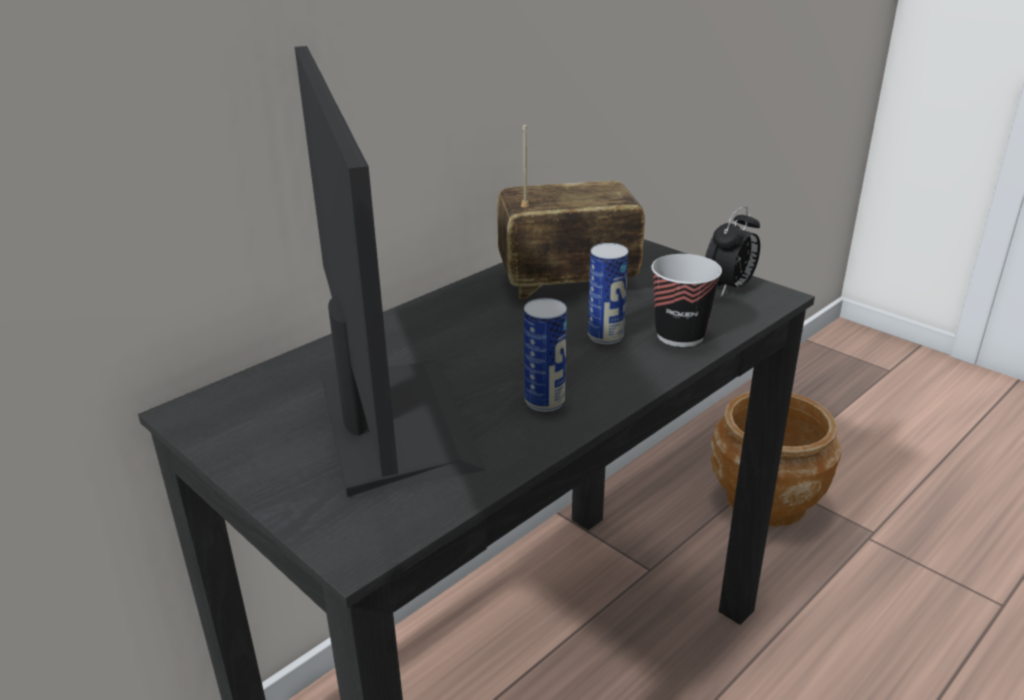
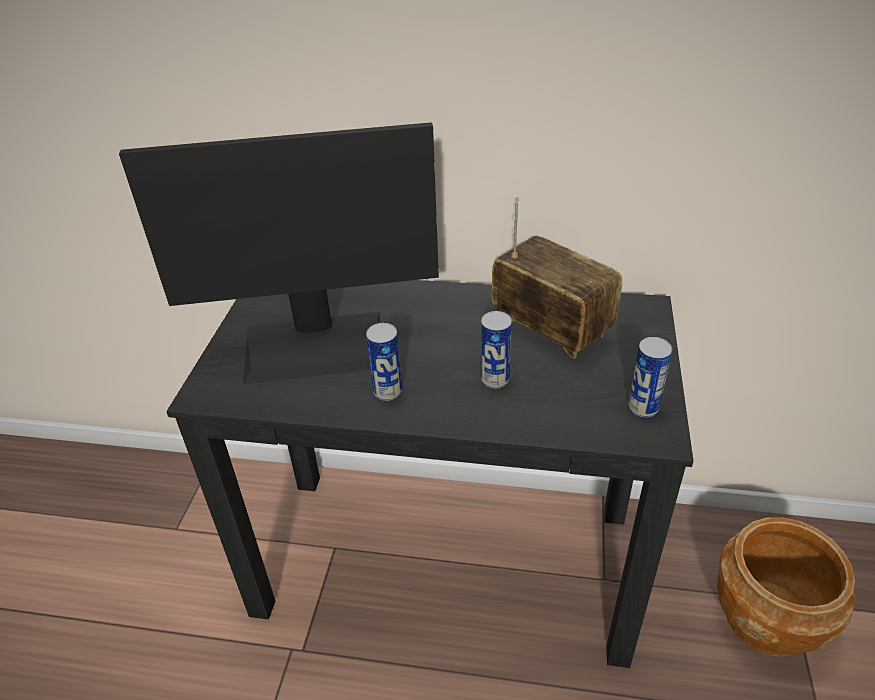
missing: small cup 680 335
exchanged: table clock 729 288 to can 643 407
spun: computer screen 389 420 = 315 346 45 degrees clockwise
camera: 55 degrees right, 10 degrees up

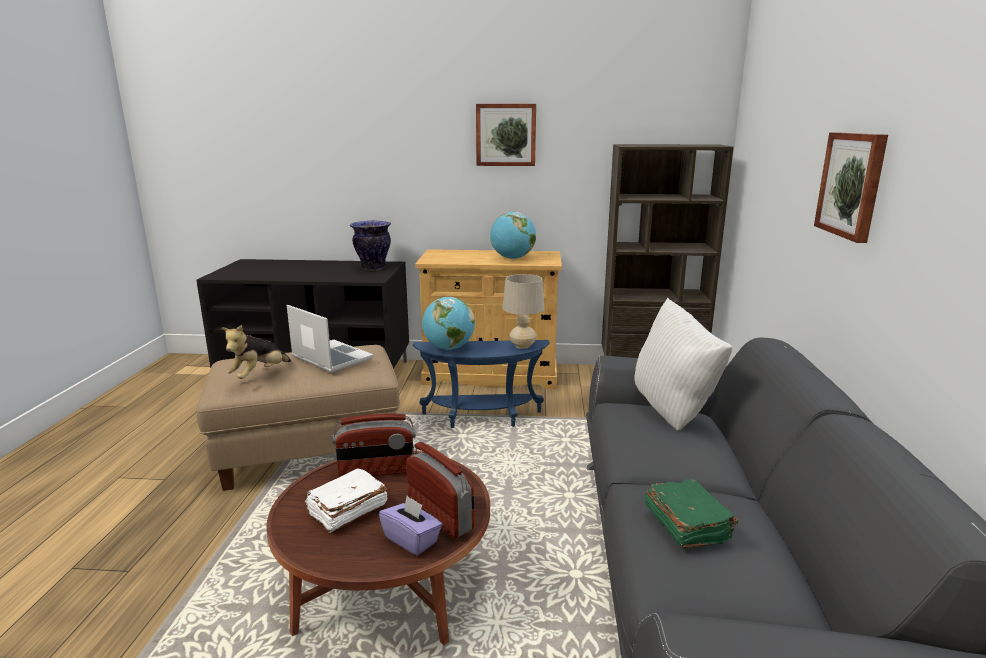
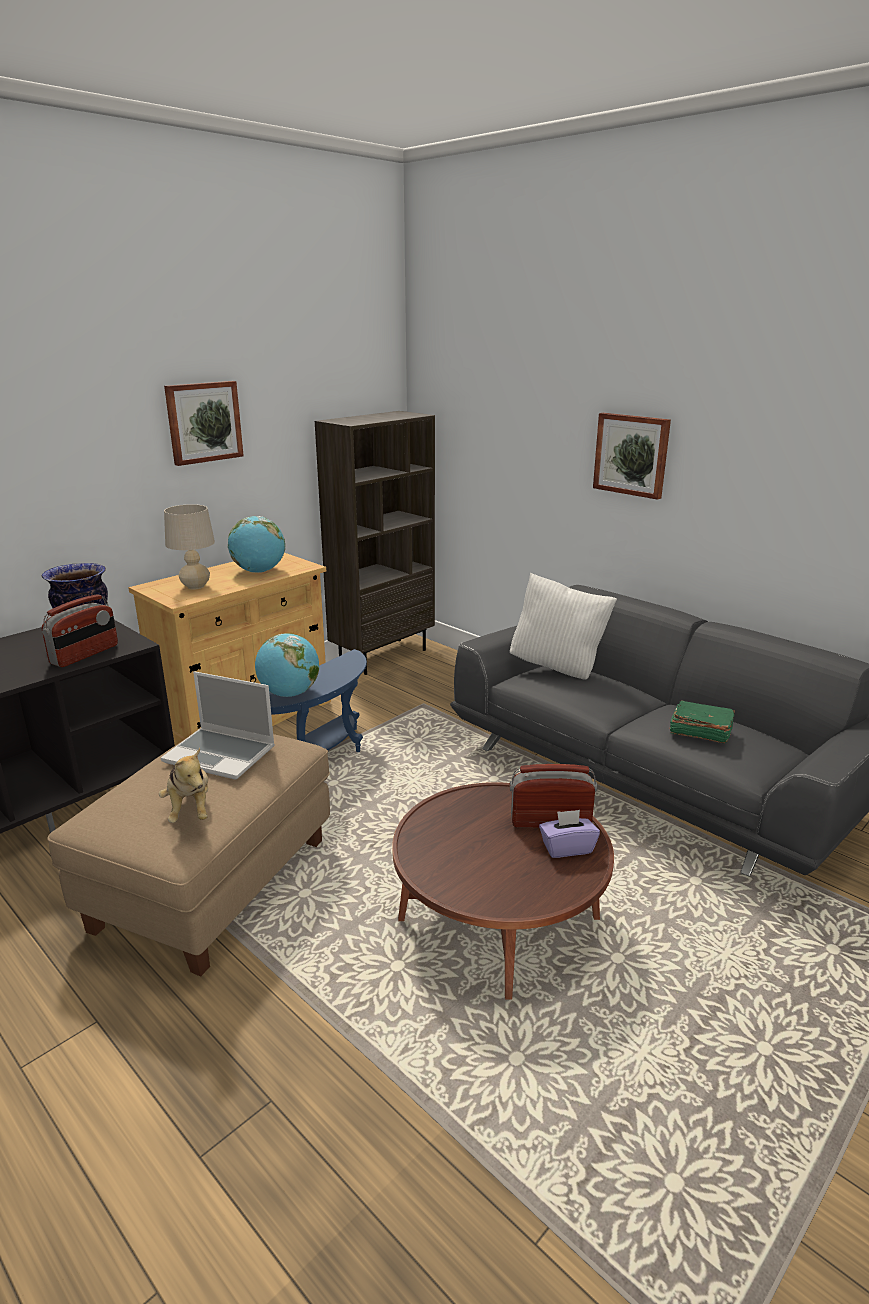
missing: bound book (white) 346 511
relocated: radio receiver 376 471 to 85 654; lamp for a table (sand-coloured) 522 346 to 195 586
spun: notebook computer 330 358 = 221 754 150 degrees counterclockwise
camera: 50 degrees left, 5 degrees up

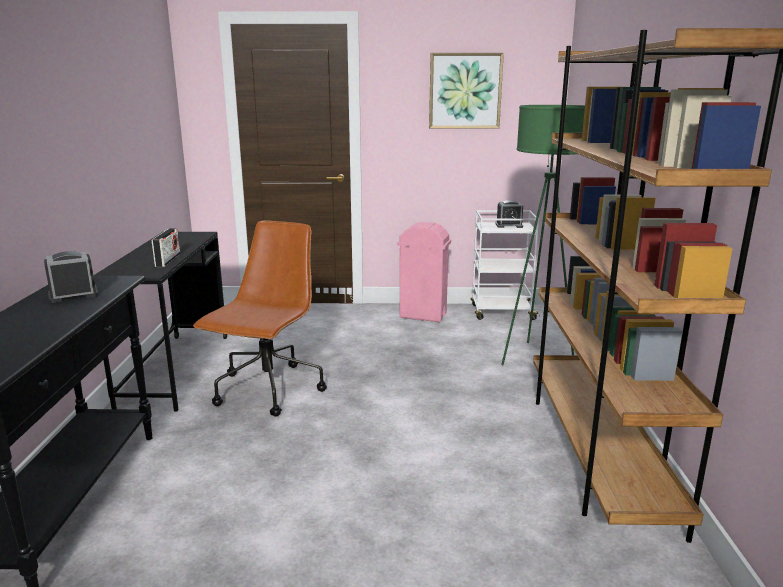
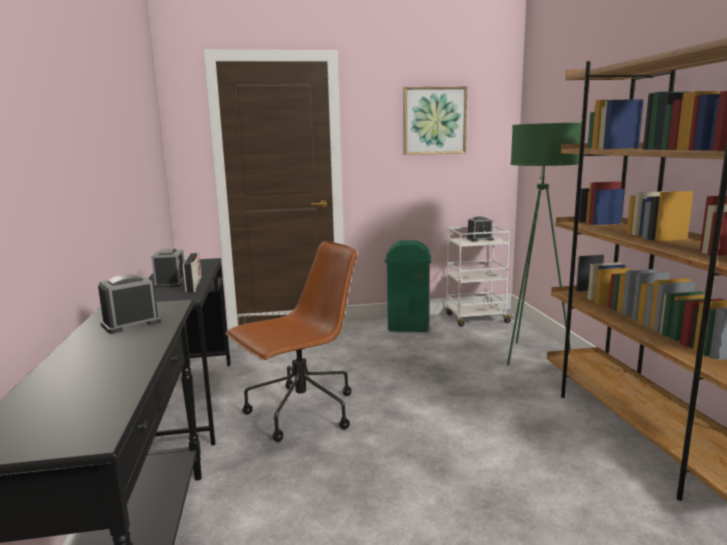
appeared: table clock 171 282
colour: waste bin (pinkish) 422 315 to waste bin (green) 408 327
spun: desk chair (brown-coloured) 268 390 = 300 412 45 degrees clockwise
camera: 10 degrees left, 5 degrees down

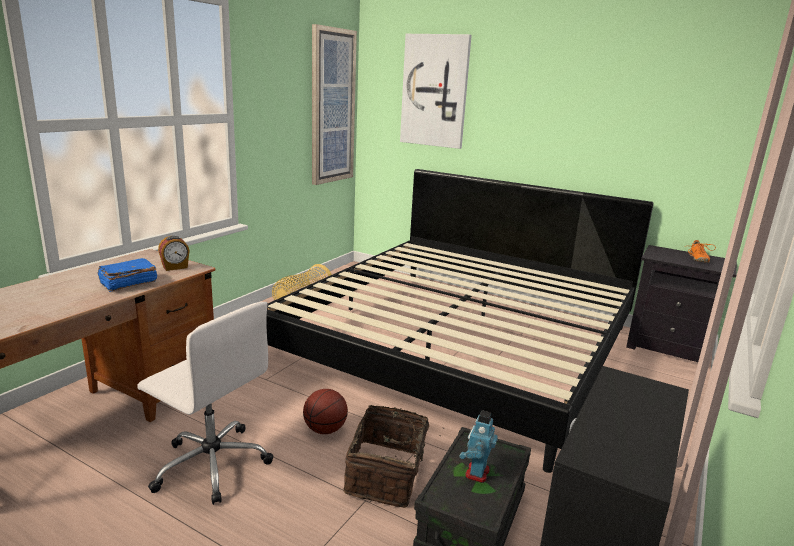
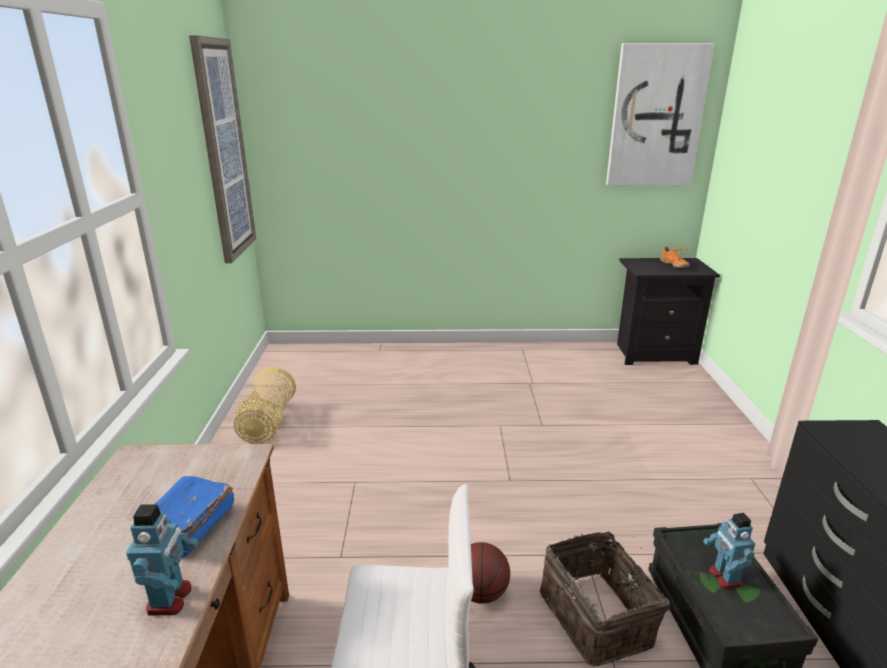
missing: table clock 175 267; bed 460 343
appeared: robot figure 171 599
relocated: picture 435 91 to 656 117
camera: 30 degrees left, 5 degrees up

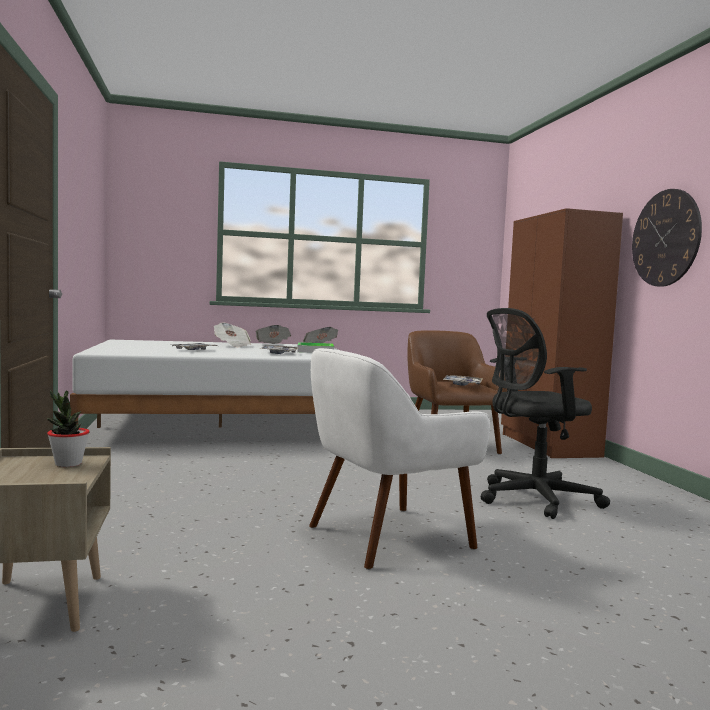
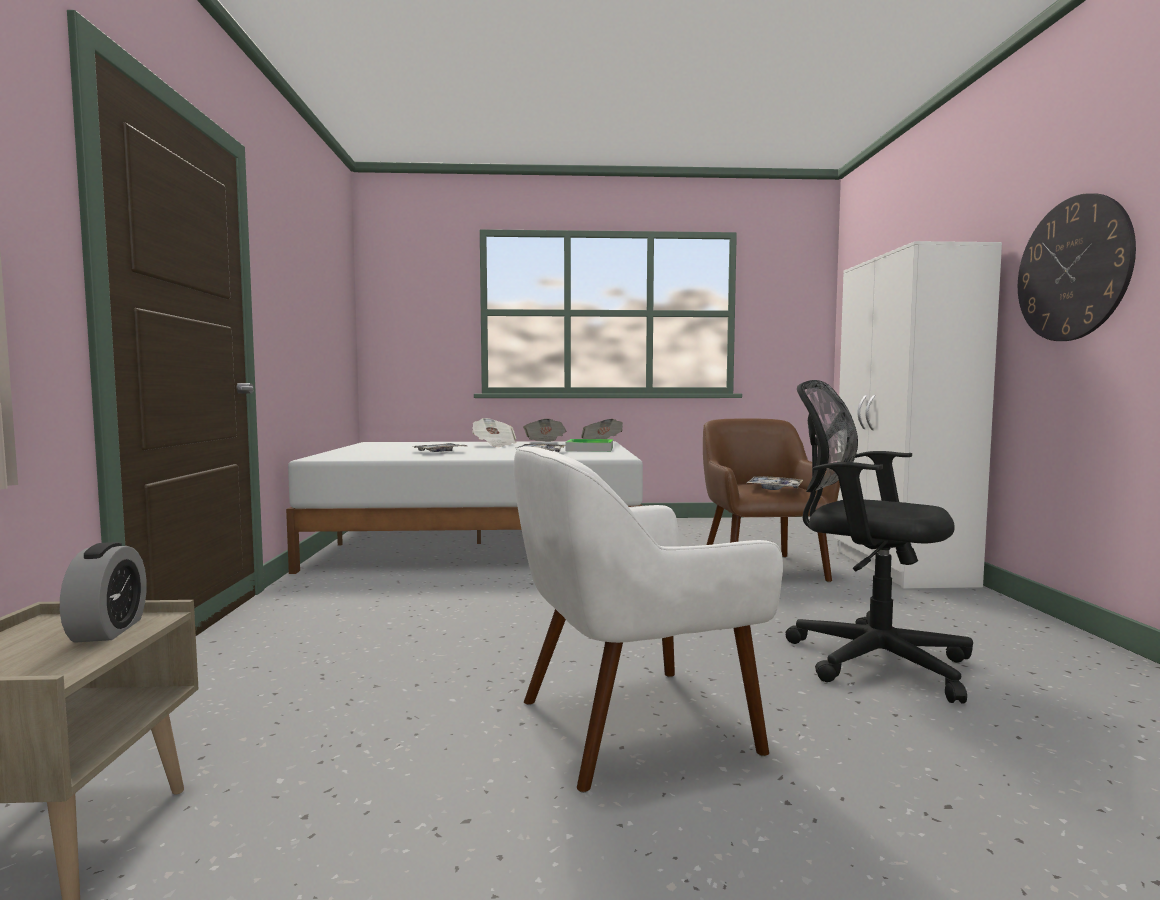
exchanged: plant in a pot 68 464 to table clock 108 630
colour: wardrobe (brown-coloured) 548 445 to wardrobe (white) 900 568
spun: desk chair (black-coloured) 532 499 = 869 659 45 degrees clockwise
camera: 10 degrees right, 0 degrees up

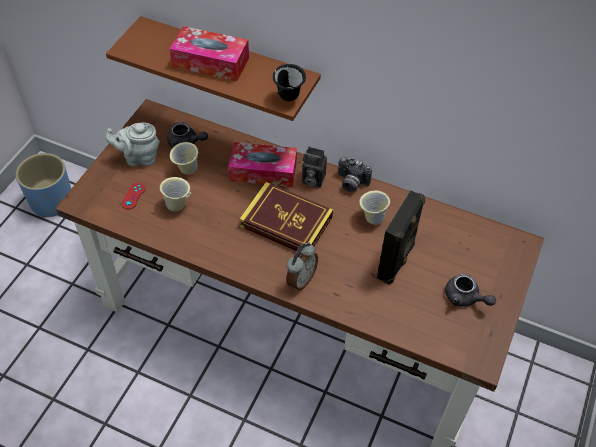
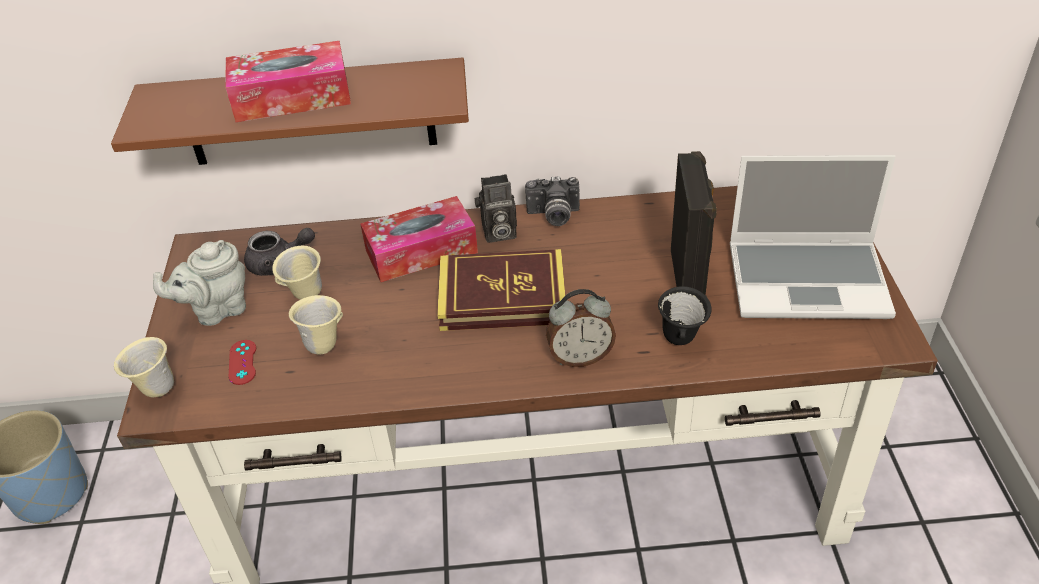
relocated: tea mug (black-coloured) 289 99 to 681 341; tea mug (sand-coloured) 371 219 to 155 390
exchanged: pot for tea (gray) 465 298 to notebook computer 809 280
spun: table clock 300 280 = 580 357 75 degrees clockwise
camera: 25 degrees left, 10 degrees down

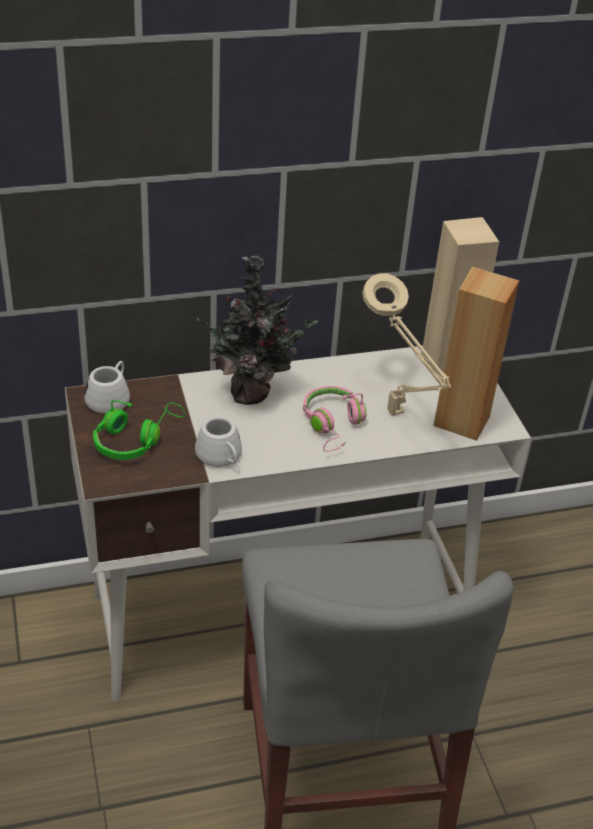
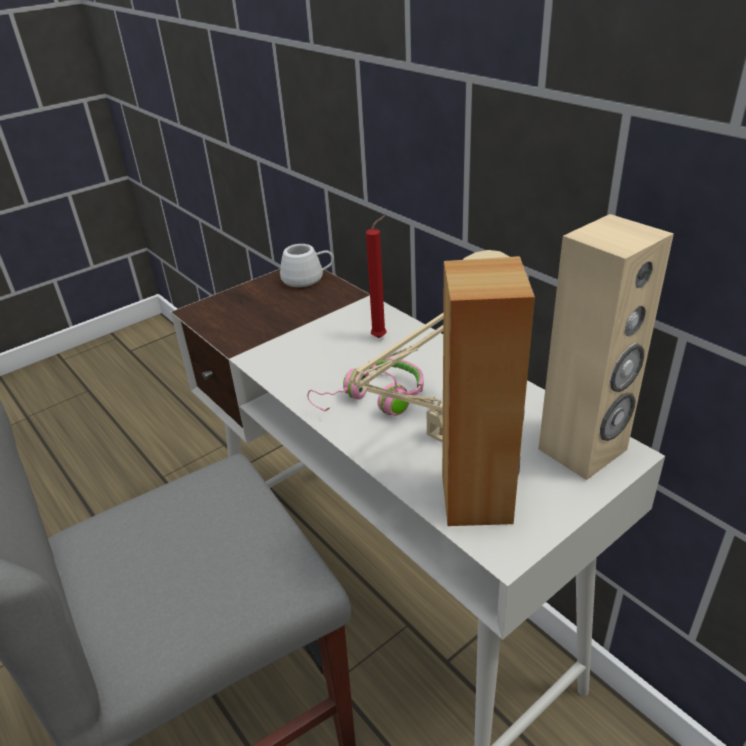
missing: headphones (green) 135 439; tea mug (white) 221 457
exchanged: plant in a pot 253 392 to candle (reddish) 381 337
camera: 70 degrees right, 5 degrees down

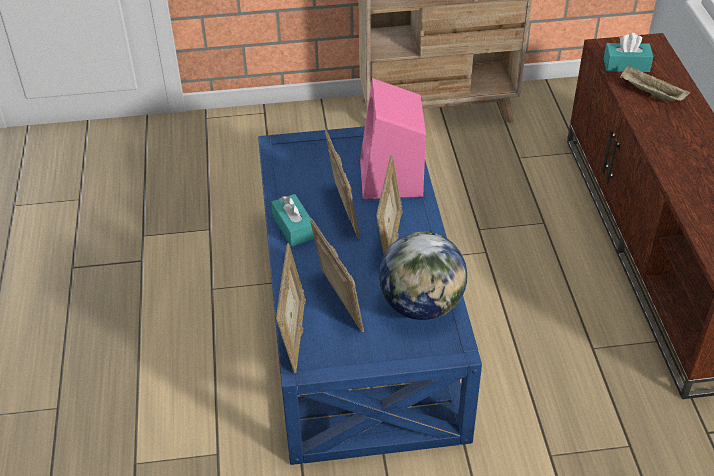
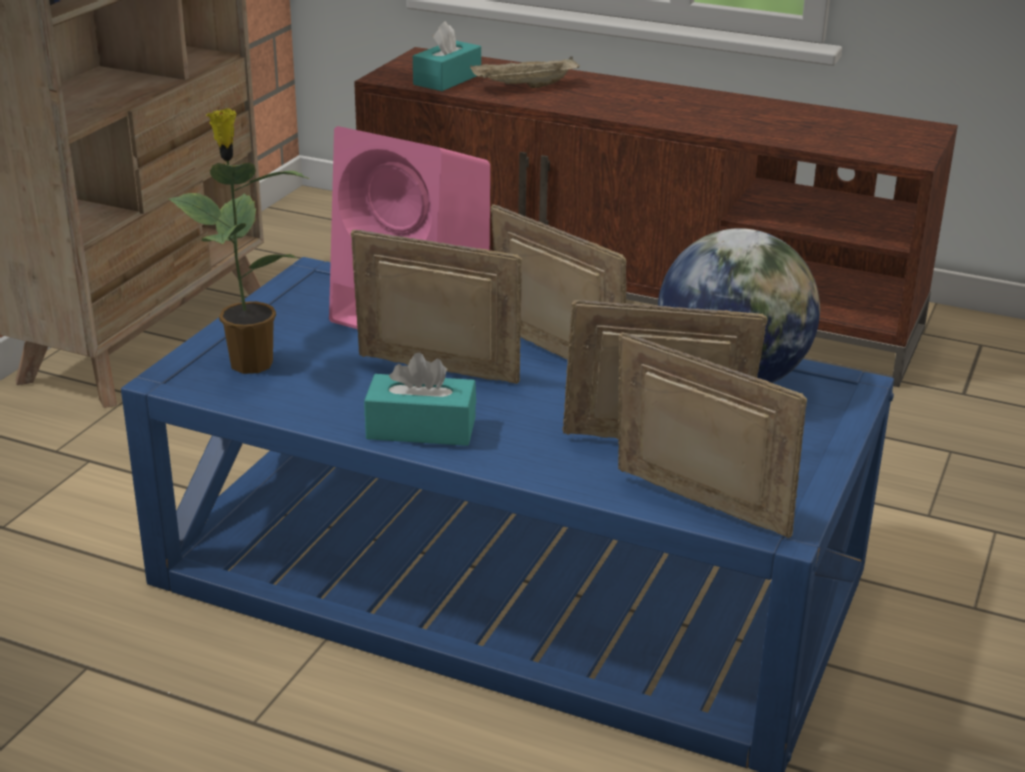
appeared: plant in a pot 249 362
camera: 60 degrees left, 15 degrees down

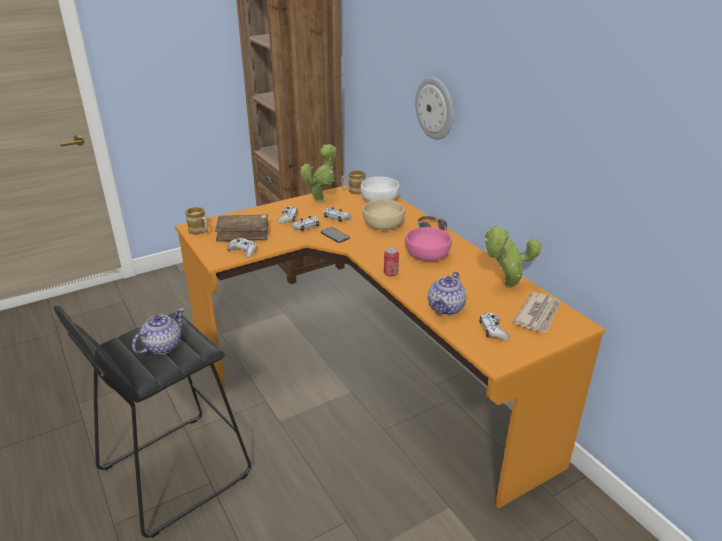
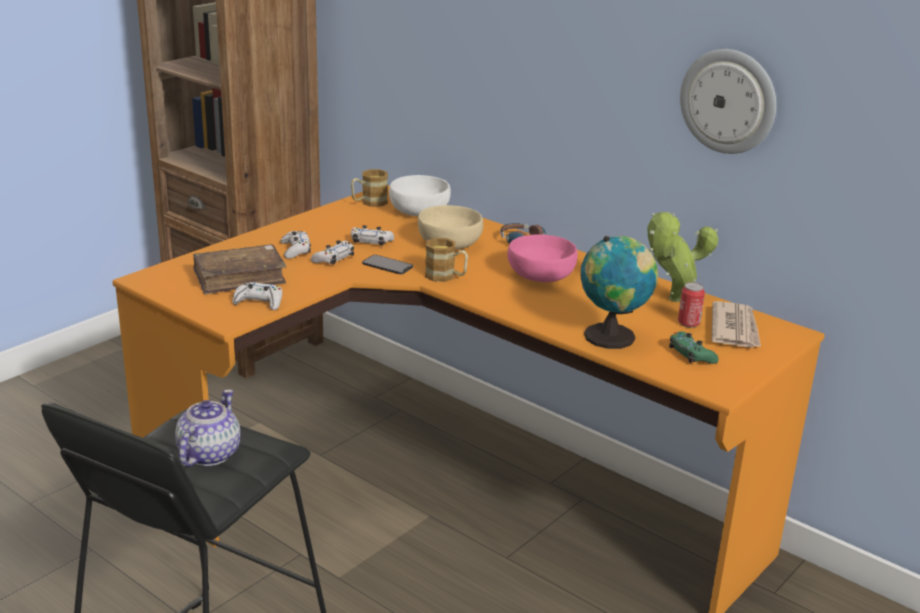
missing: plant in a pot 321 199
relocated: tea mug 200 231 to 446 277; can 390 273 to 688 323; wall clock 435 108 to 728 101
exchanged: pot for tea 446 308 to globe 613 337
colour: game controller (white) 493 330 to game controller (green) 691 354
camera: 20 degrees left, 5 degrees down

